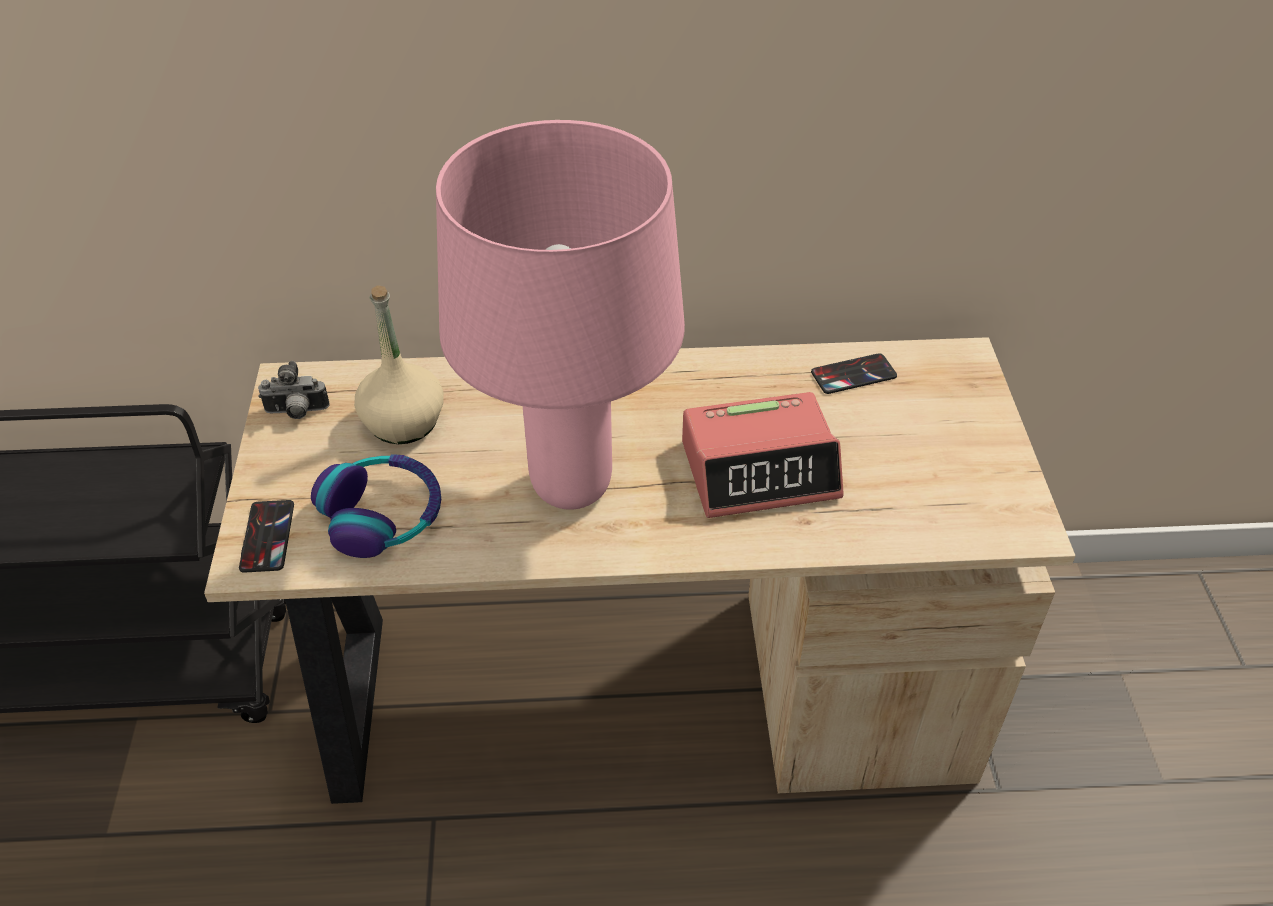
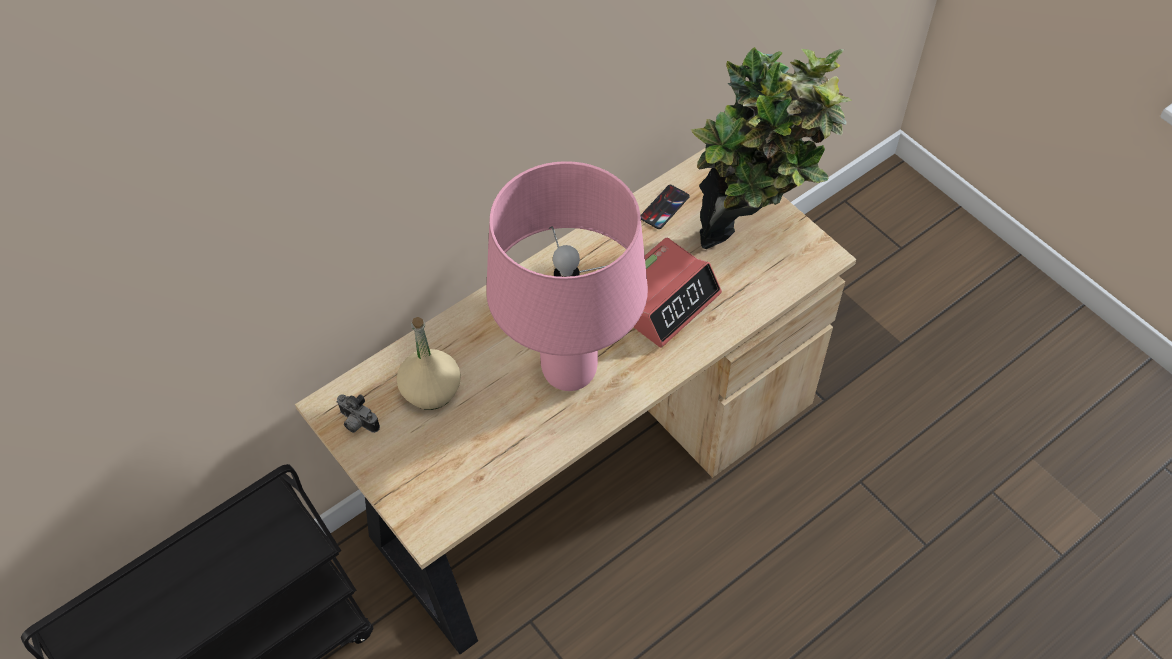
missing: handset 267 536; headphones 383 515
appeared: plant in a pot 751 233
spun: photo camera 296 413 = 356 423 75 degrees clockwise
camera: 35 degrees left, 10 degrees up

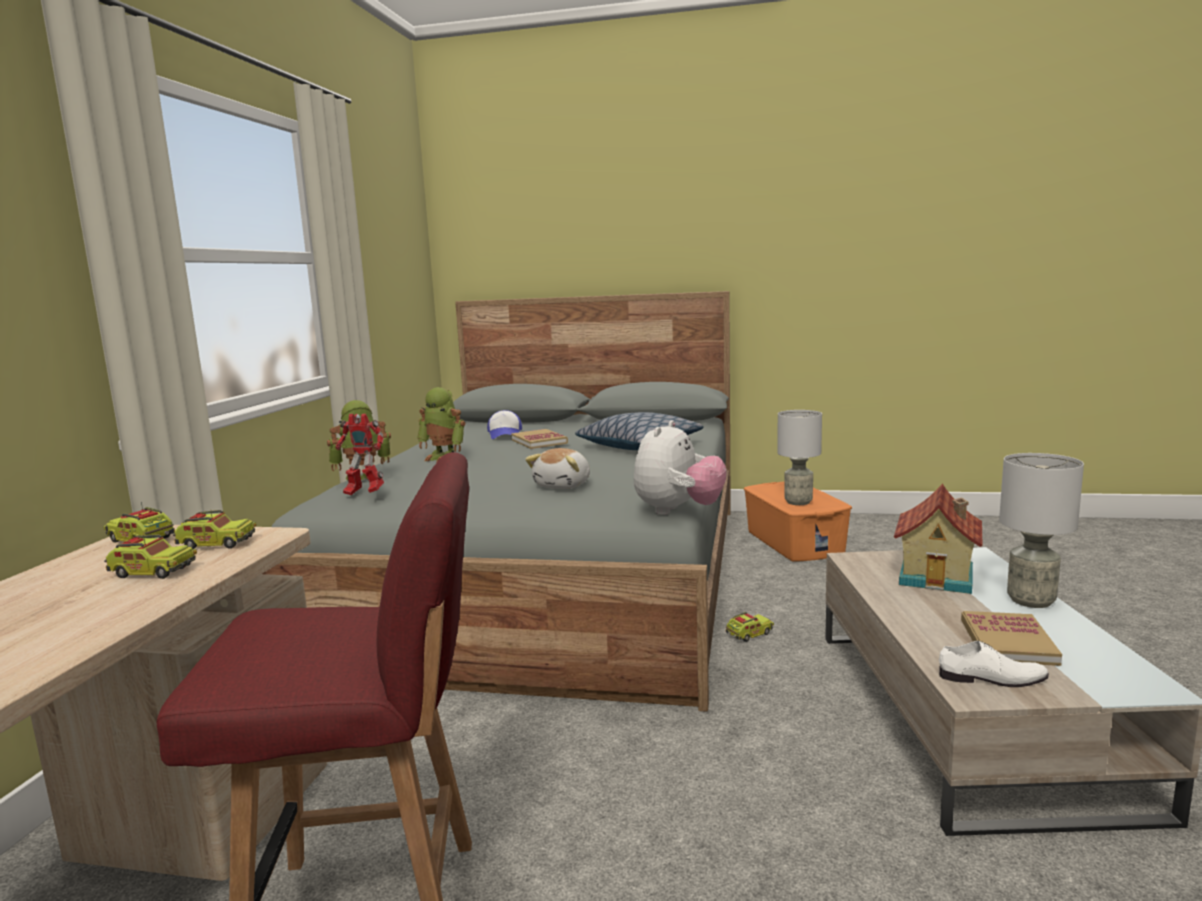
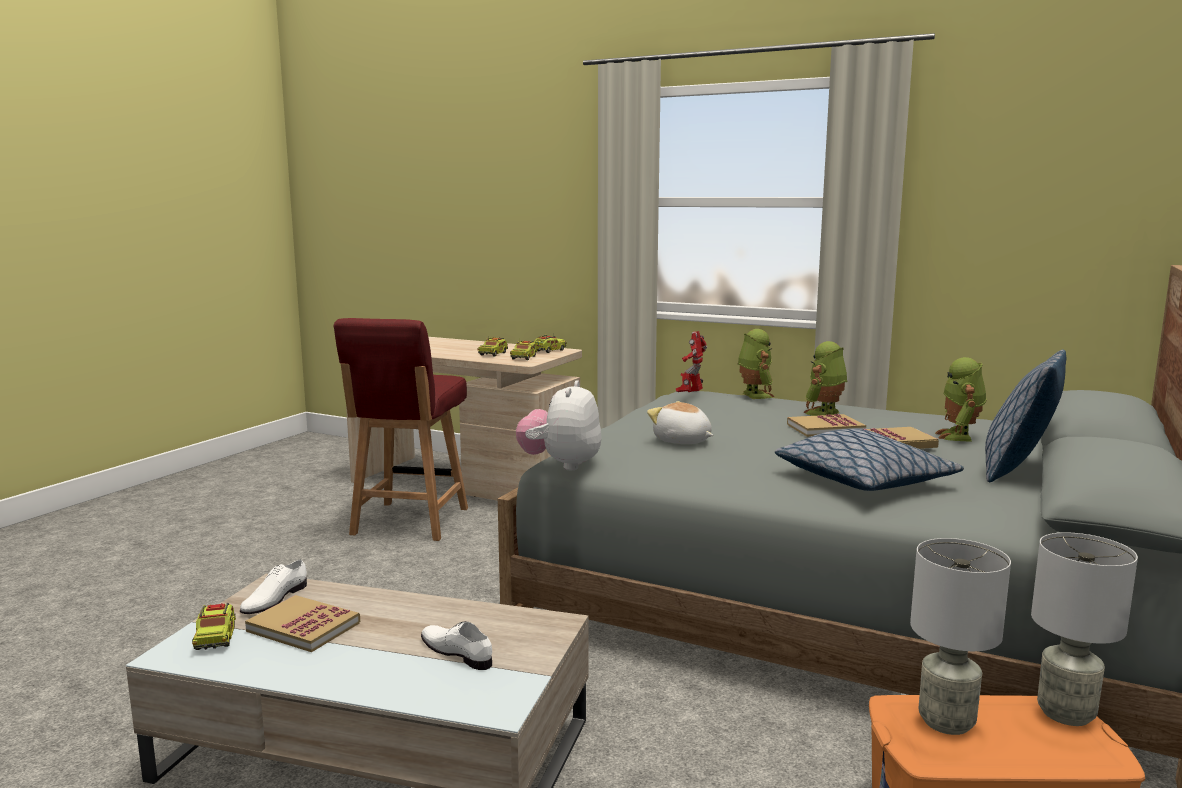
appeared: bound book 825 428; cushion 1018 470
relocated: toy truck 749 634 to 215 638; lamp for a table (gray) 1029 600 to 1066 713
exchanged: cap 505 434 to robot figure 959 437; miniature house 938 577 to shoe (white) 457 651
spun: cuddly toy 678 511 = 561 465 60 degrees clockwise
camera: 105 degrees right, 0 degrees up

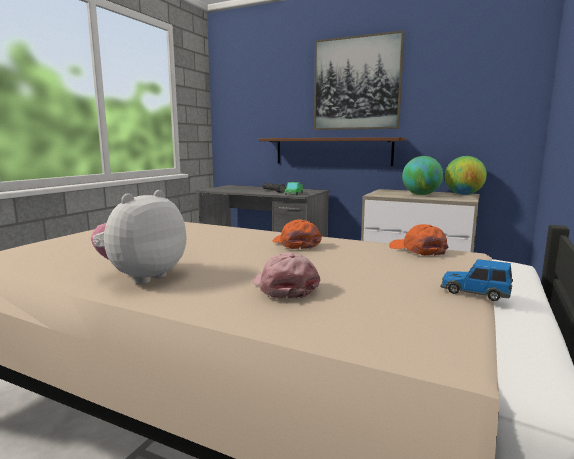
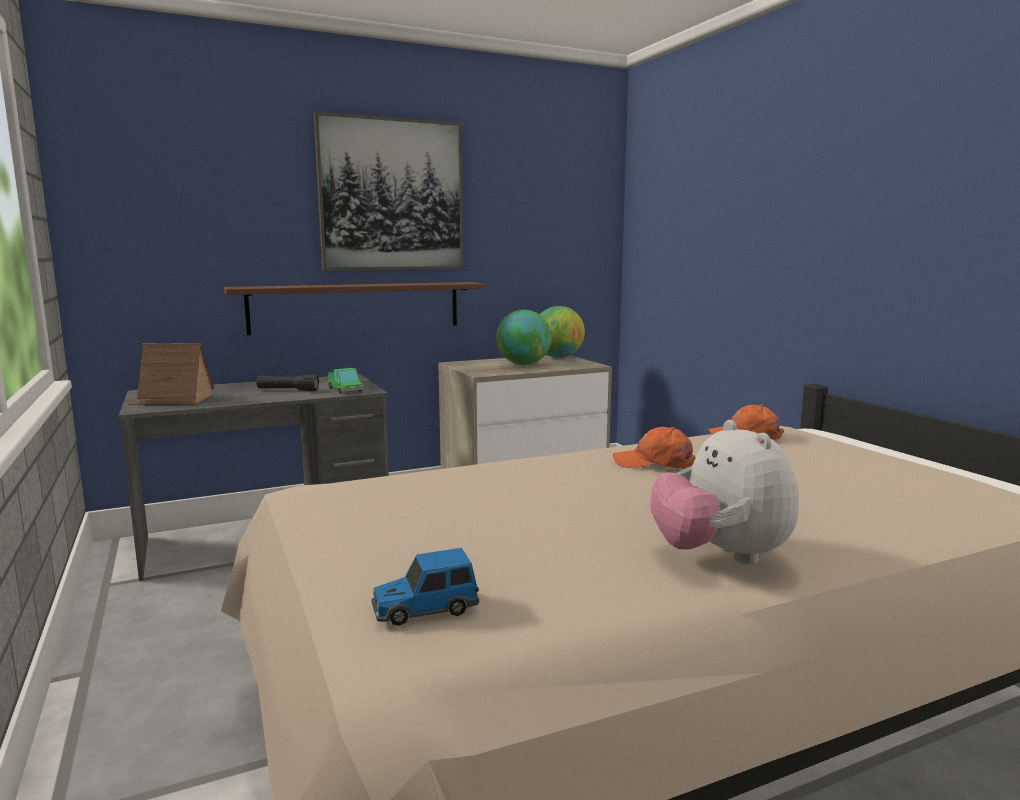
missing: cap (pinkish) 284 286
appeared: miniature house 173 400
relocated: toy car 475 293 to 424 609
camera: 50 degrees left, 0 degrees up

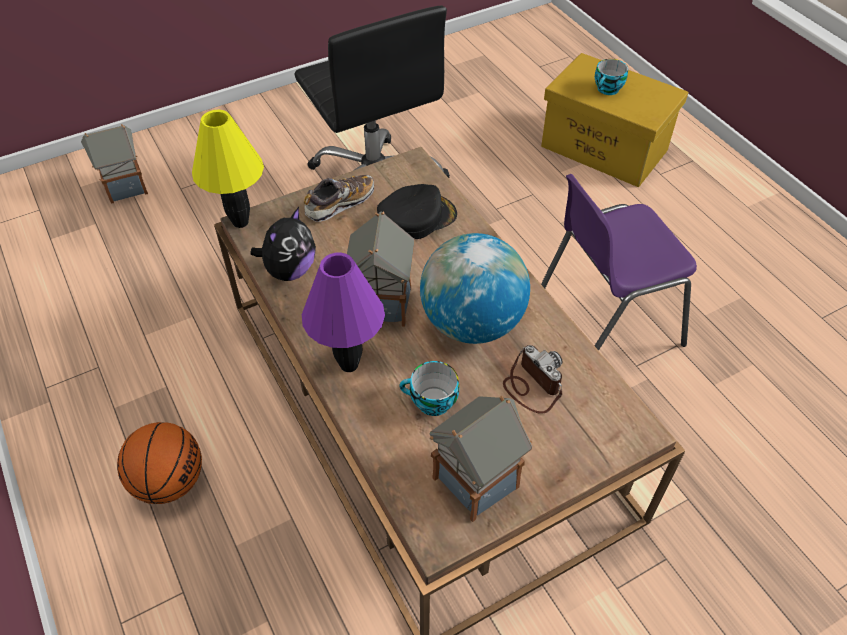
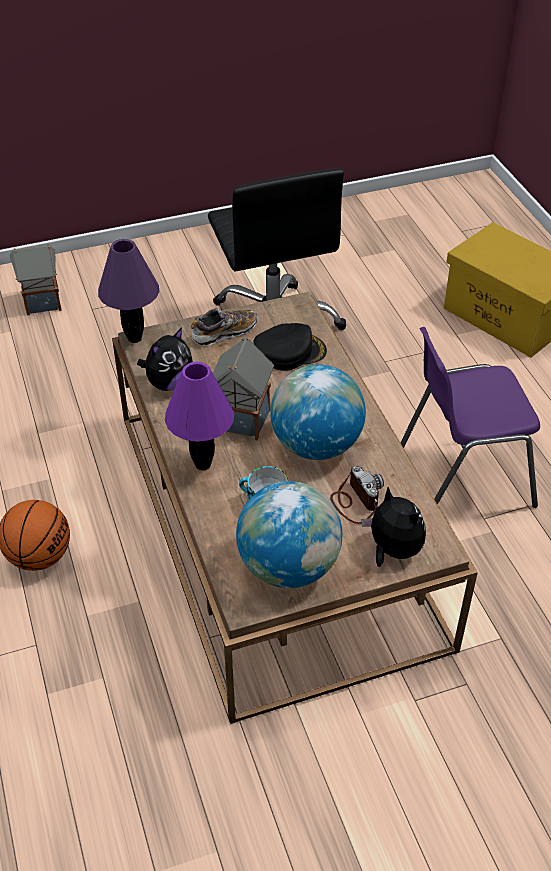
missing: small cup 608 90
appeared: cuddly toy 392 550
exchanged: miniature house 476 480 to globe 288 566
colour: lamp for a table (yellow) 241 222 to lamp for a table (purplish) 135 338
camera: 10 degrees right, 5 degrees down

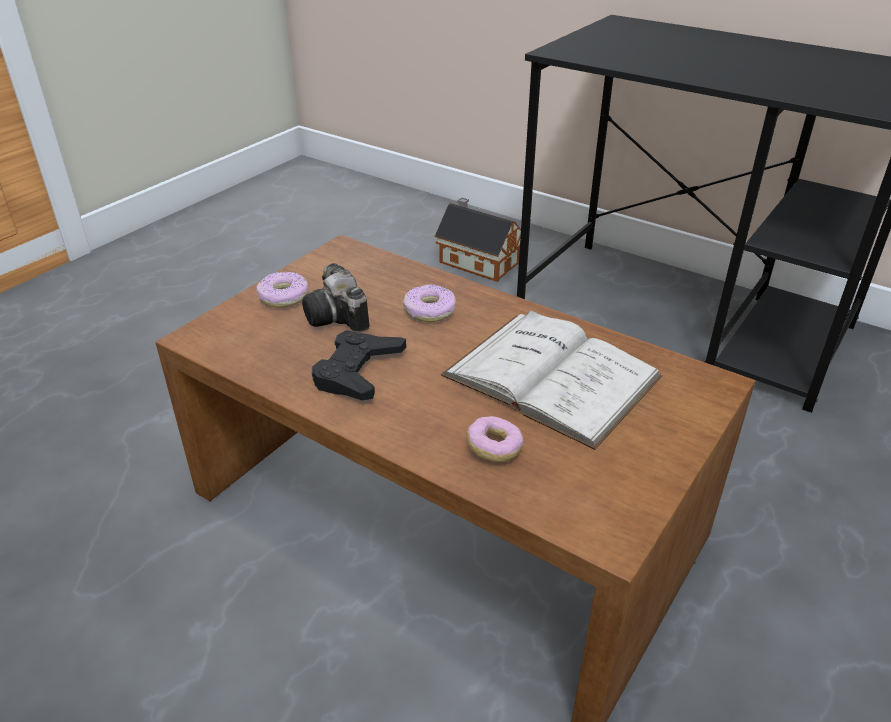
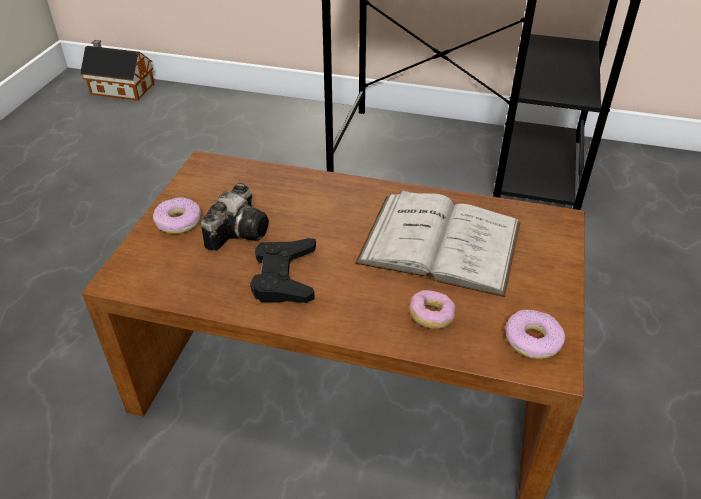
relocated: donut 429 311 to 532 340; miniature house 477 261 to 120 88
spun: photo camera 339 318 = 239 231 105 degrees counterclockwise
camera: 20 degrees left, 5 degrees up

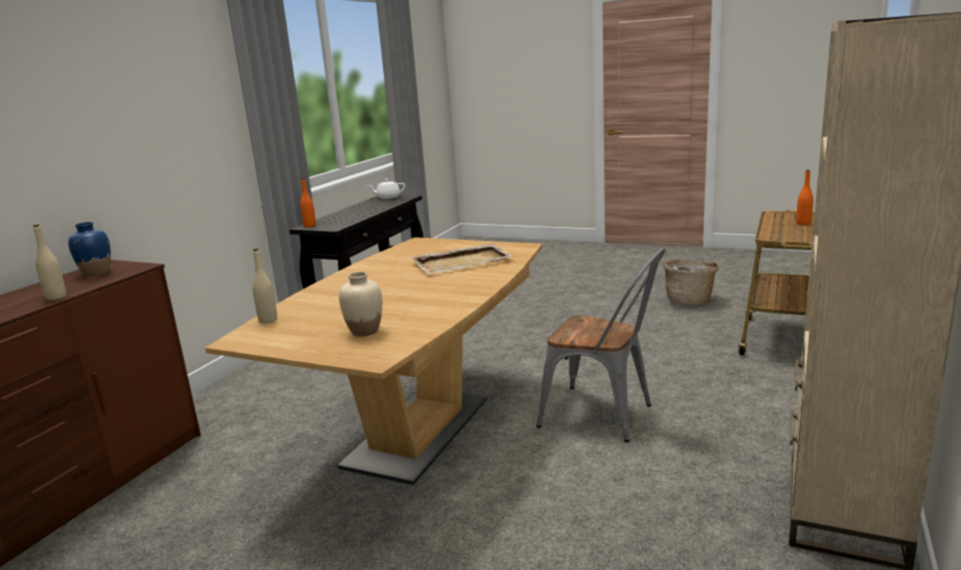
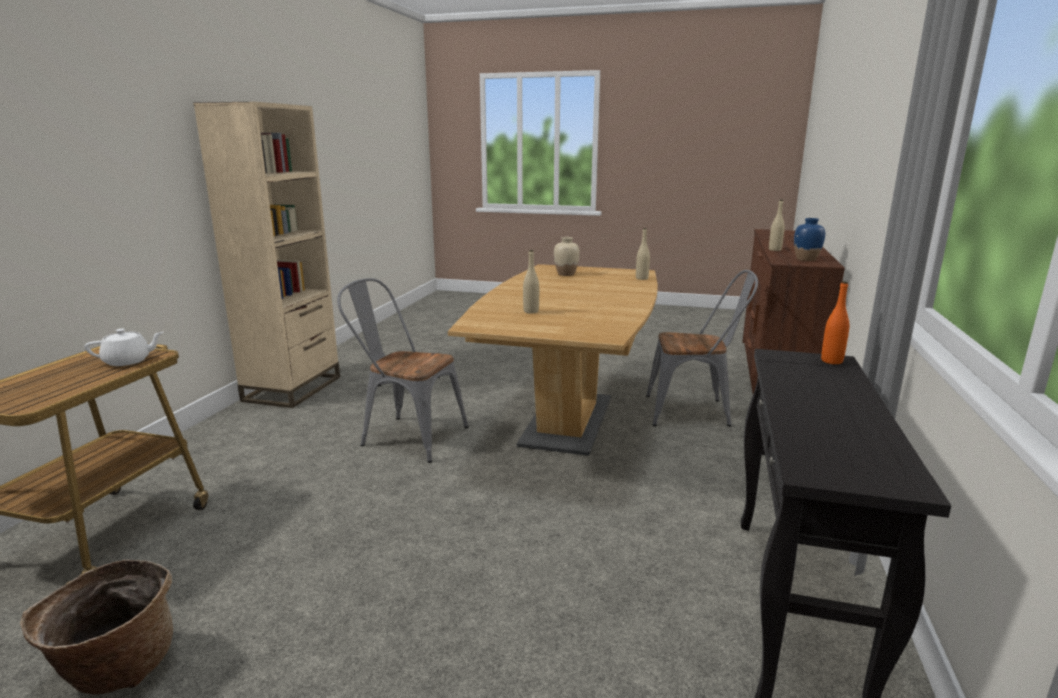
missing: beverage bottle (orange) 803 223
appeared: chair (gray) 695 411
relocated: pot for tea (white) 388 197 to 128 361
exchanged: tray (sand-coloured) 463 262 to beverage bottle (sand-coloured) 531 311
camera: 170 degrees right, 0 degrees up

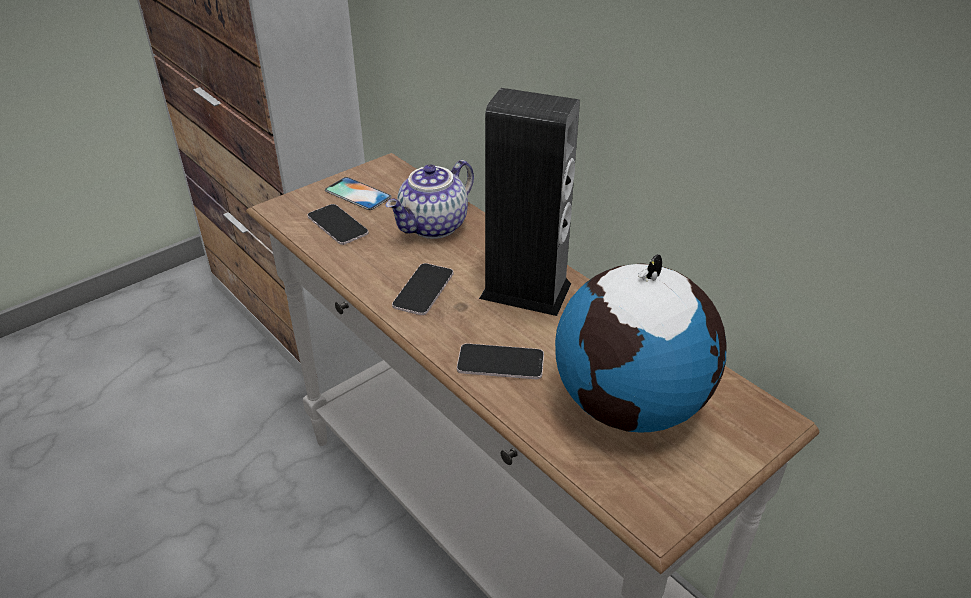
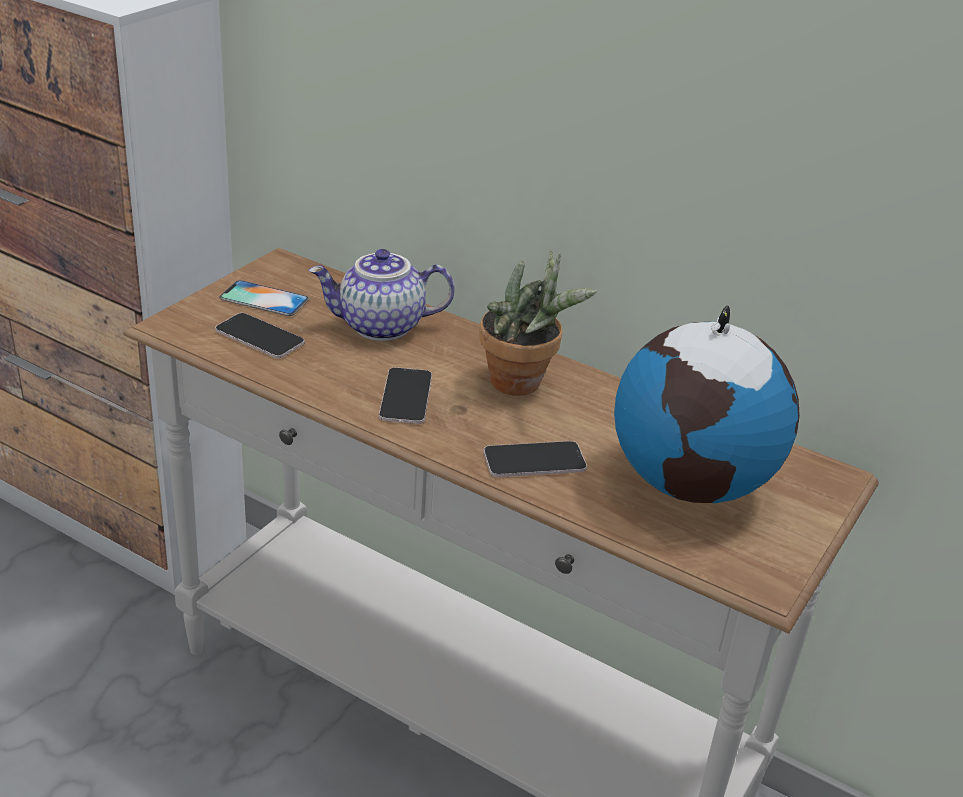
exchanged: speaker 525 291 to plant in a pot 523 384
spun: pot for tea 434 227 = 380 327 60 degrees clockwise
camera: 20 degrees left, 5 degrees down

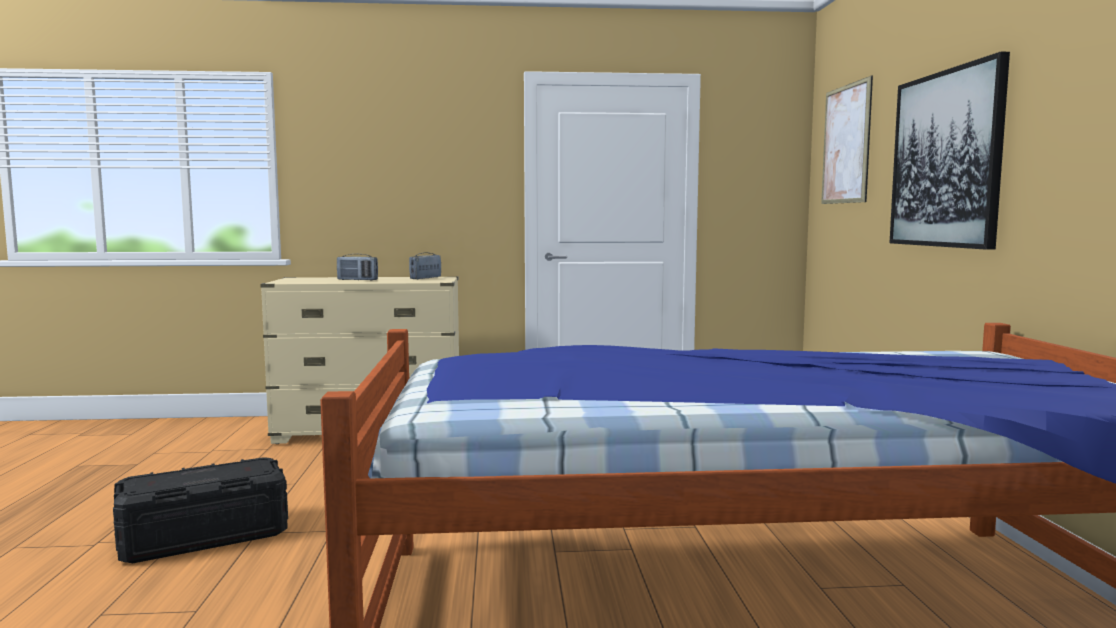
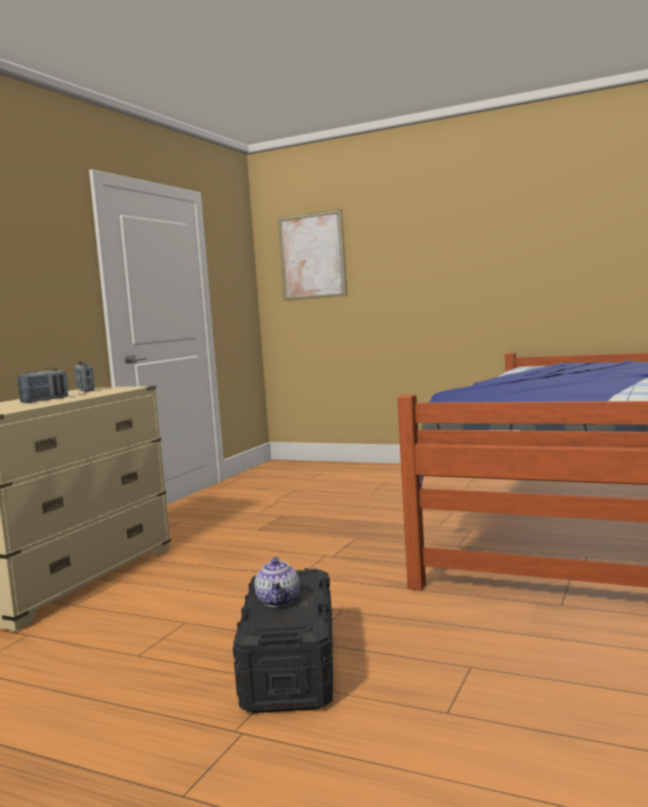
missing: picture 946 159
appeared: pot for tea 279 601
camera: 60 degrees left, 0 degrees up

